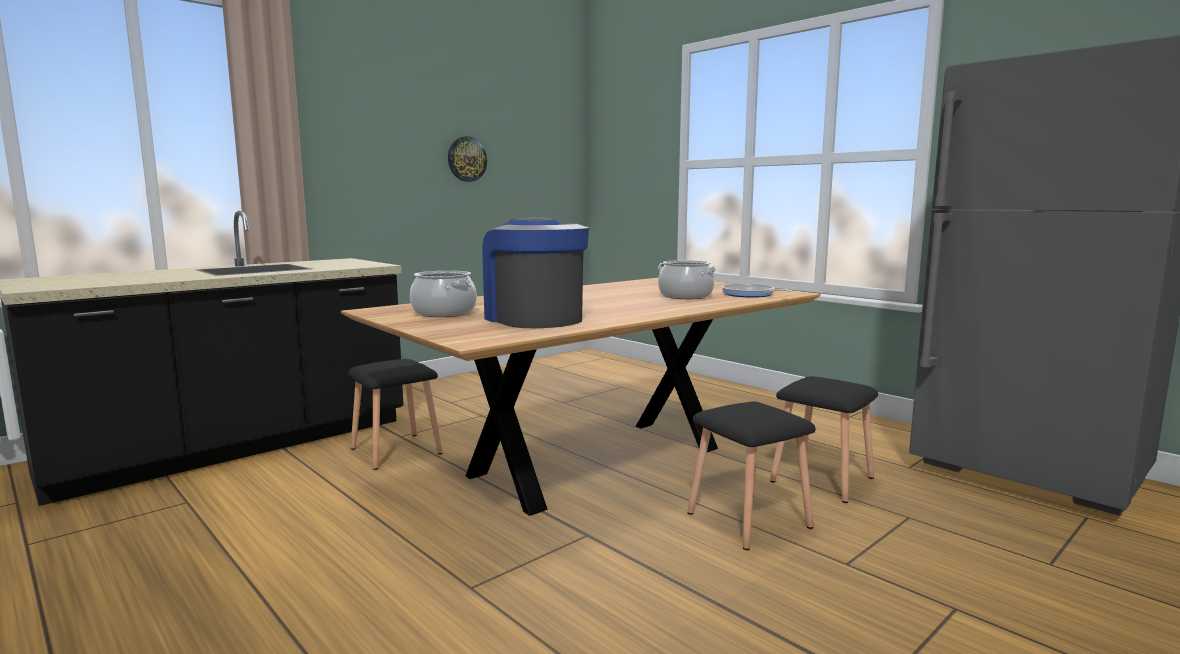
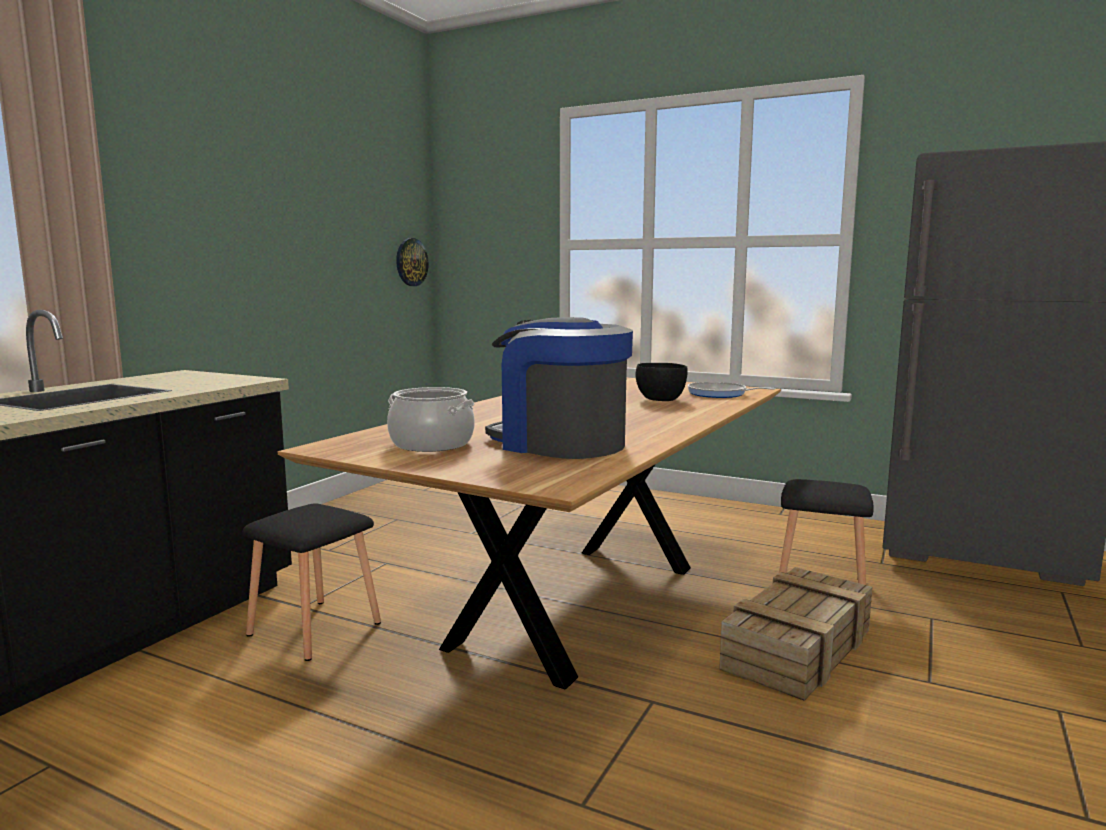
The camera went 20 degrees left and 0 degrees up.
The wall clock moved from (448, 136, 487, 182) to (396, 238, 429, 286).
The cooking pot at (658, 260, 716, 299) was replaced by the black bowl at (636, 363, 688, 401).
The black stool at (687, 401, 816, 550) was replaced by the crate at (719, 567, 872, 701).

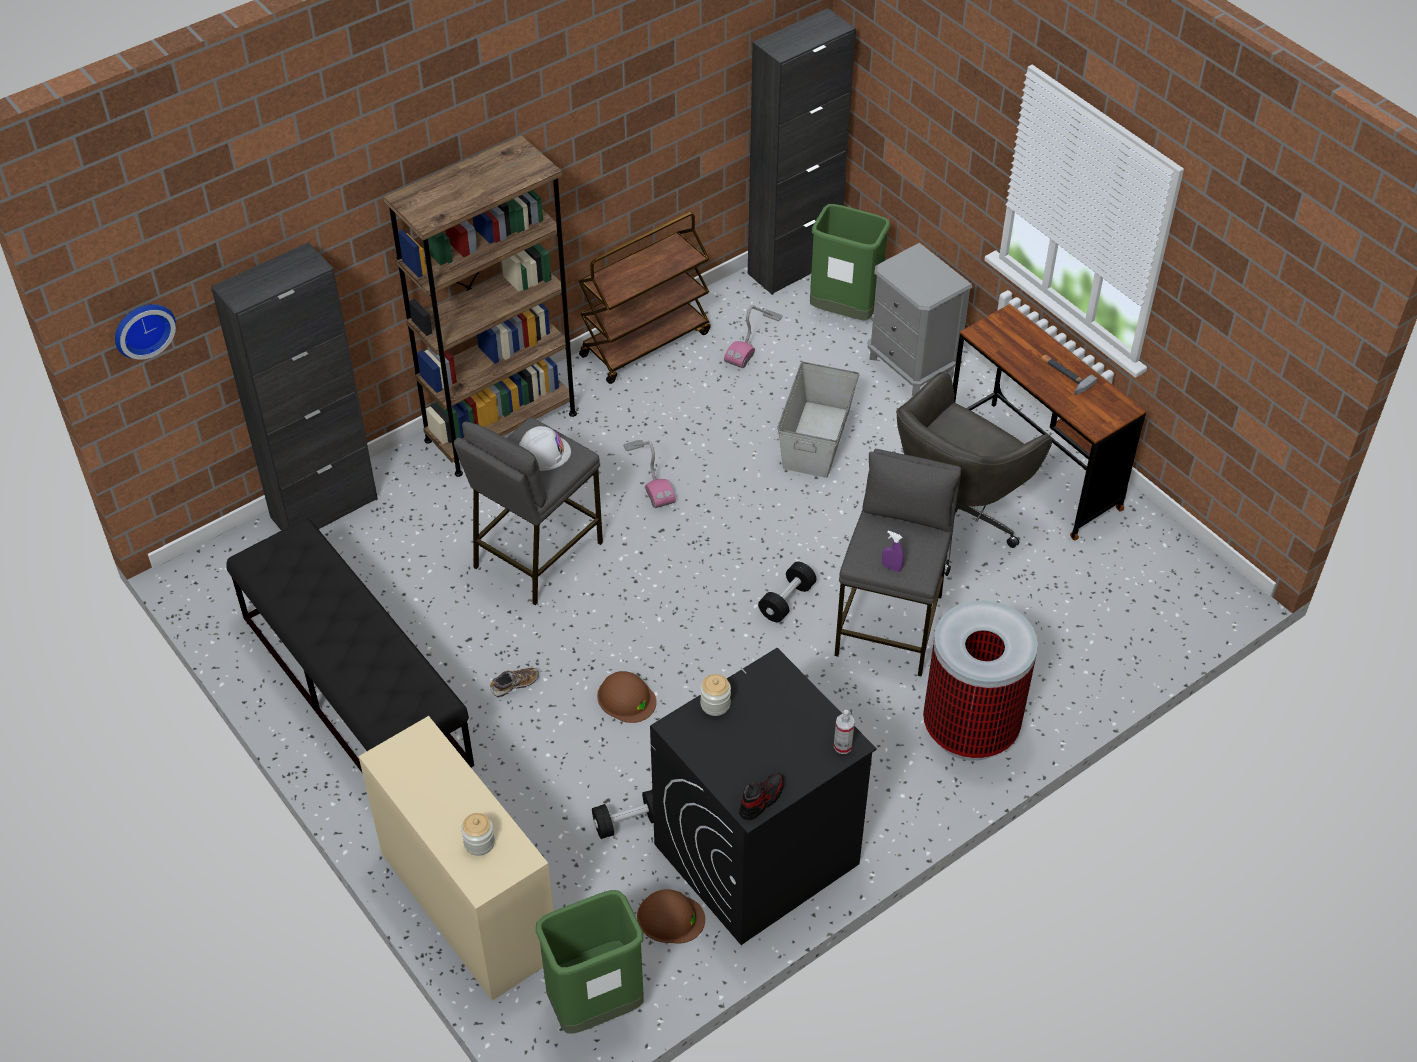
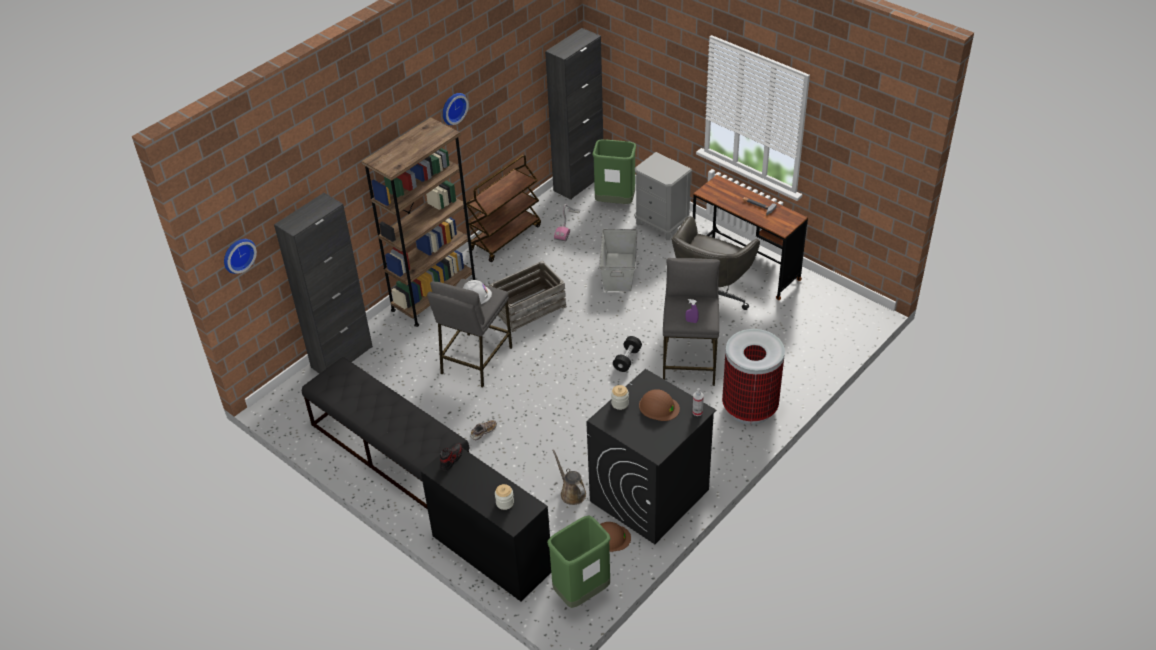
The camera went 10 degrees left and 5 degrees down.
The wall clock at (443, 93, 469, 125) appeared.
The brown hard hat moved from (597, 671, 657, 723) to (639, 389, 680, 421).
The shoe moved from (739, 773, 784, 821) to (440, 443, 463, 471).
The black dumbbell at (592, 790, 654, 839) was replaced by the brown watering can at (552, 449, 586, 505).
The vacuum cleaner at (624, 439, 676, 508) was replaced by the crate at (489, 261, 567, 332).
The beige desk at (358, 716, 554, 1001) became the black desk at (421, 443, 551, 601).

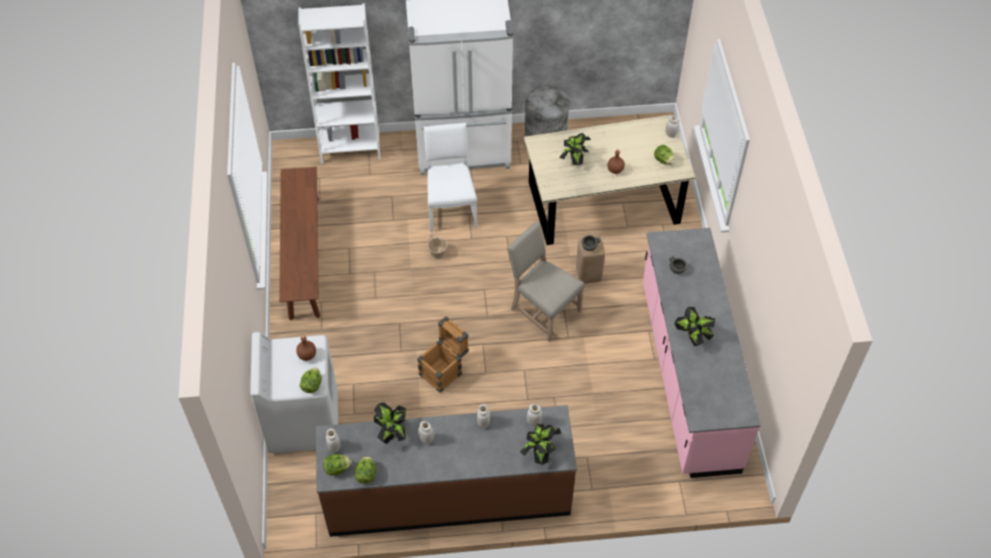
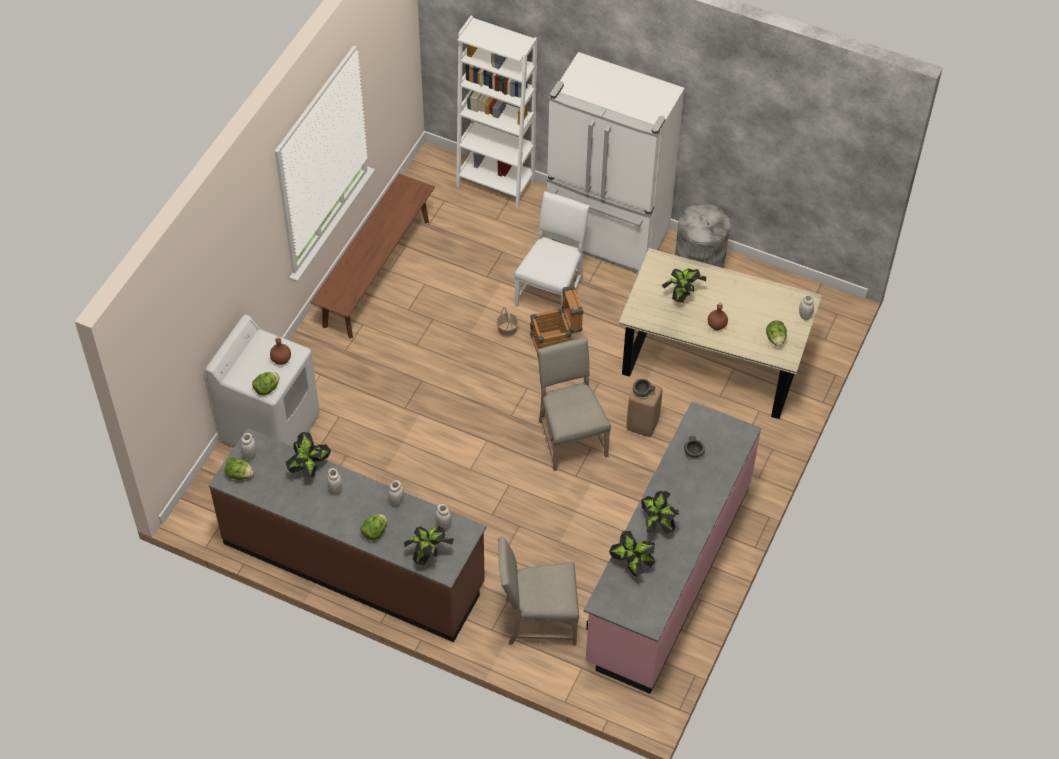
The camera went 30 degrees right and 0 degrees up.
The beige chair at (498, 537, 579, 646) appeared.
The potted plant at (609, 531, 656, 577) appeared.
The lettuce moved from (355, 456, 376, 484) to (360, 514, 387, 540).
The crate moved from (417, 316, 469, 393) to (530, 285, 583, 357).

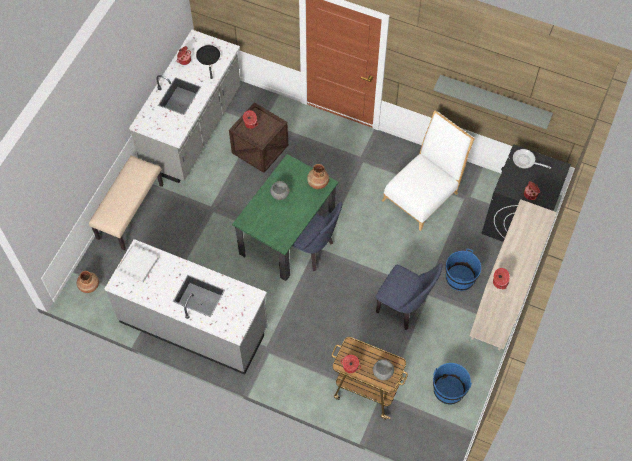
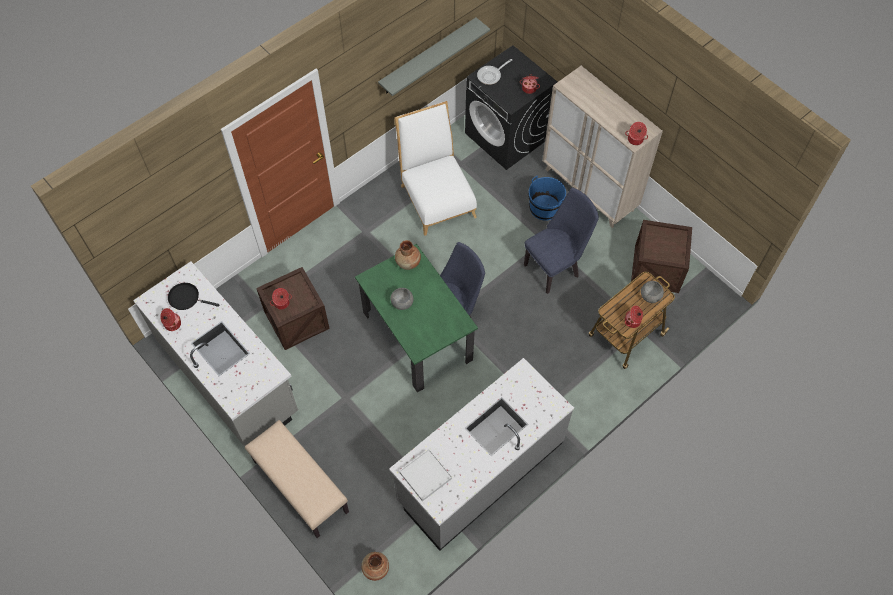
The camera went 65 degrees left and 0 degrees up.
The blue bucket at (433, 363, 472, 404) was replaced by the crate at (631, 220, 692, 293).

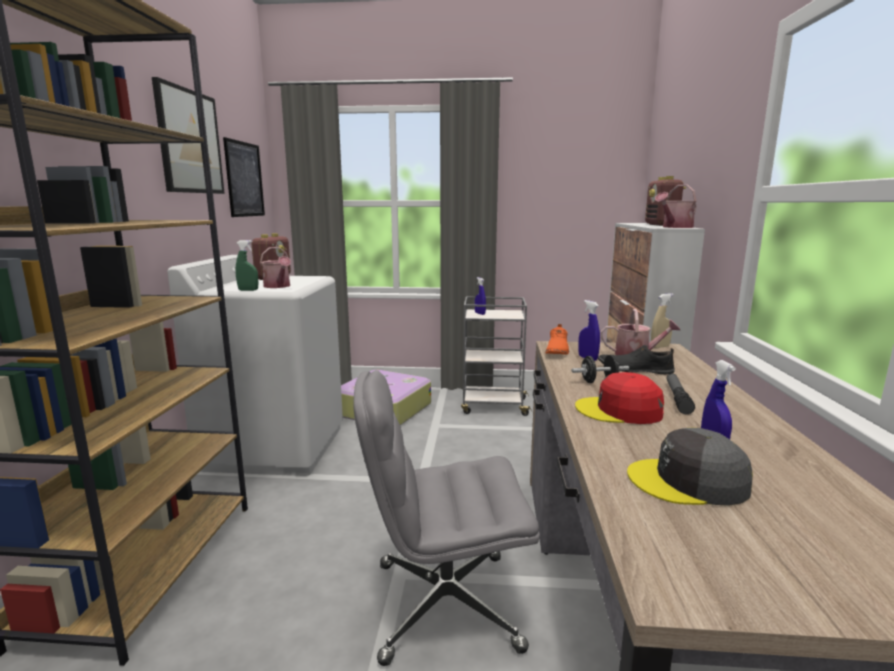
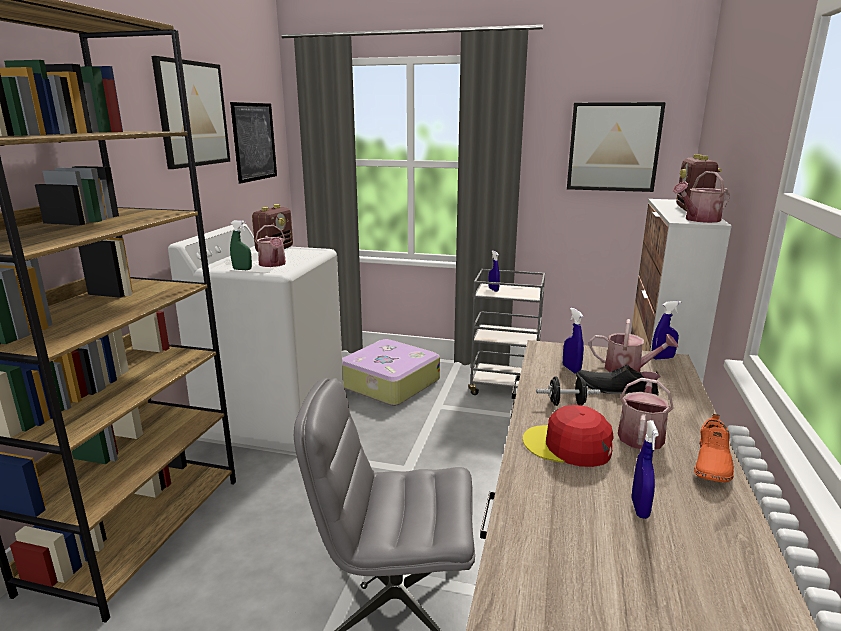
The camera went 10 degrees right and 5 degrees up.
The grey cap at (627, 428, 753, 506) disappeared.
The picture at (567, 102, 666, 192) appeared.
The orange shoe moved from (545, 324, 569, 355) to (694, 414, 734, 482).
The flashlight at (666, 373, 695, 414) was replaced by the watering can at (618, 371, 673, 450).
The beige spray bottle at (651, 293, 674, 348) became the blue spray bottle at (652, 301, 681, 359).

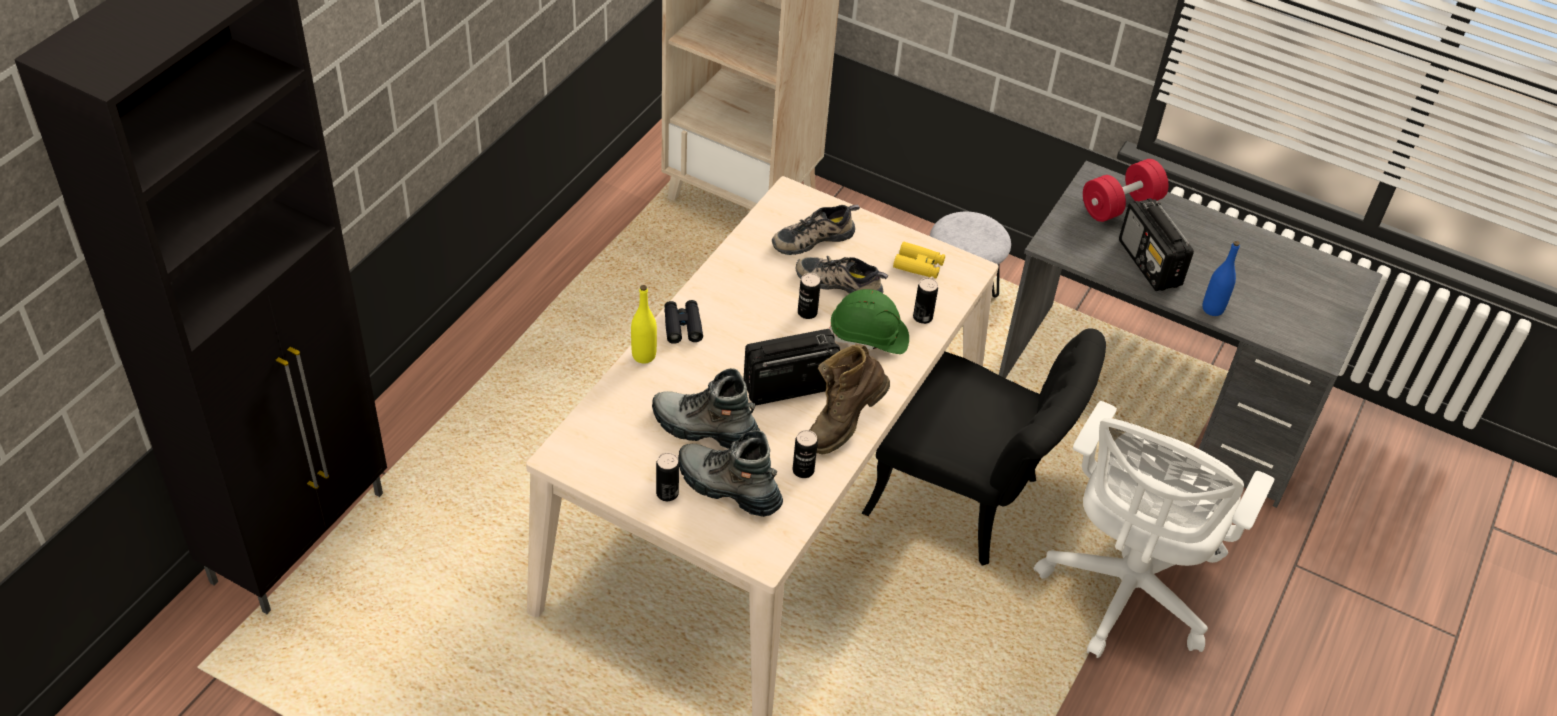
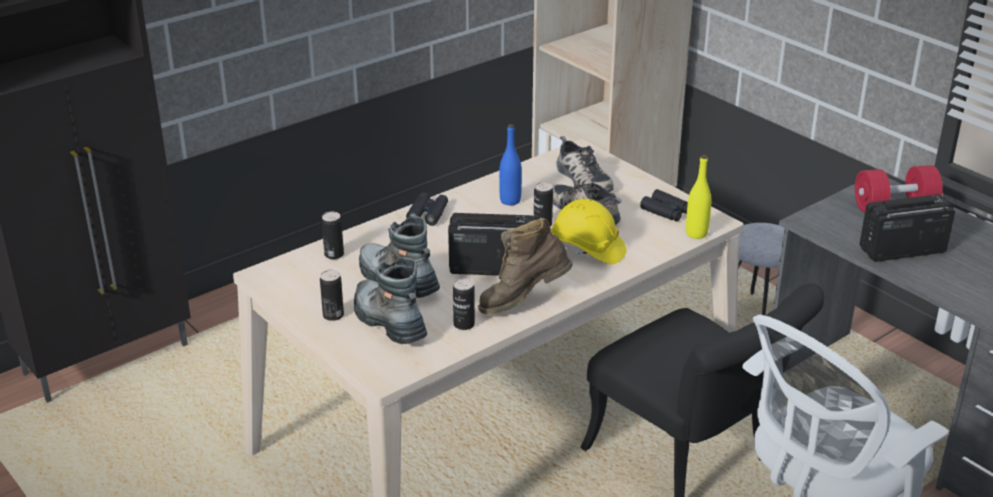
The camera went 25 degrees right and 15 degrees down.
The yellow bottle moved from (631, 285, 657, 364) to (686, 155, 711, 239).
The can moved from (913, 278, 938, 324) to (321, 212, 344, 259).
The blue bottle moved from (1202, 241, 1240, 316) to (499, 124, 522, 205).
The green hard hat at (829, 289, 909, 354) became the yellow hard hat at (551, 199, 627, 264).
The yellow binoculars at (893, 241, 945, 279) became the black binoculars at (640, 189, 688, 222).
The shoe at (772, 205, 860, 255) turned 120 degrees counterclockwise.
The radio at (1119, 198, 1194, 291) turned 75 degrees clockwise.

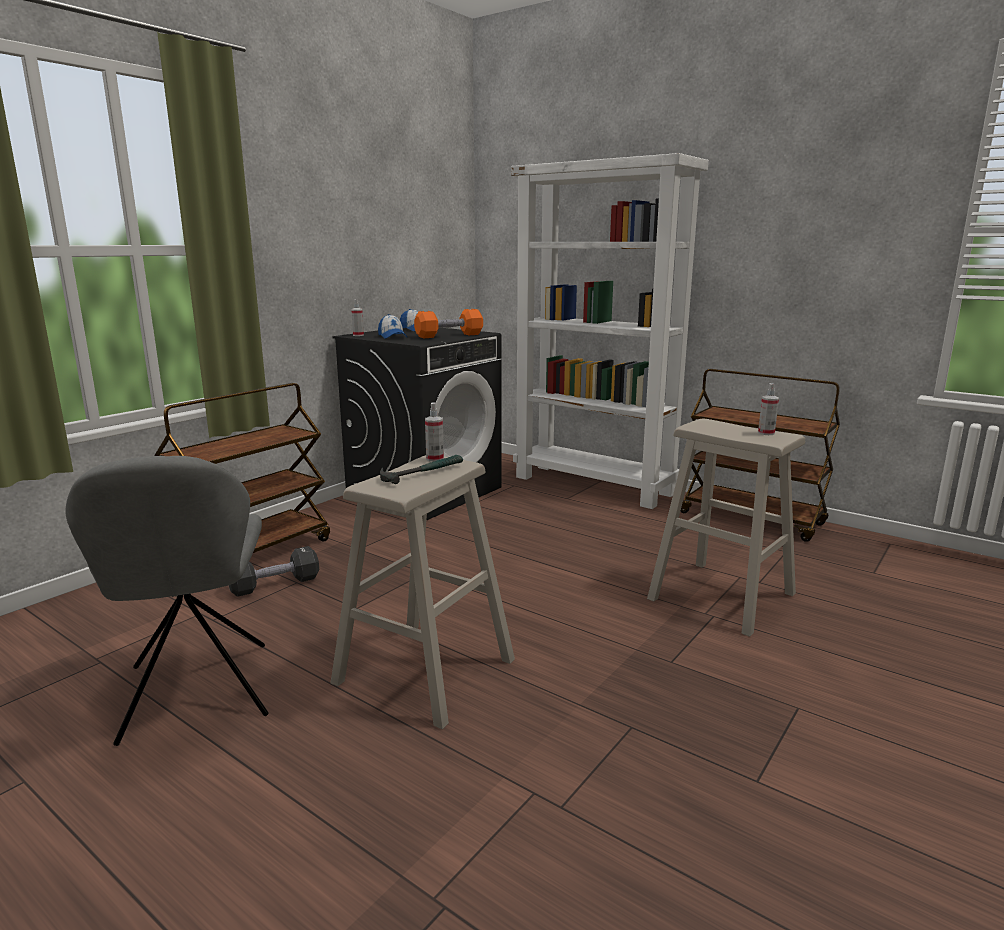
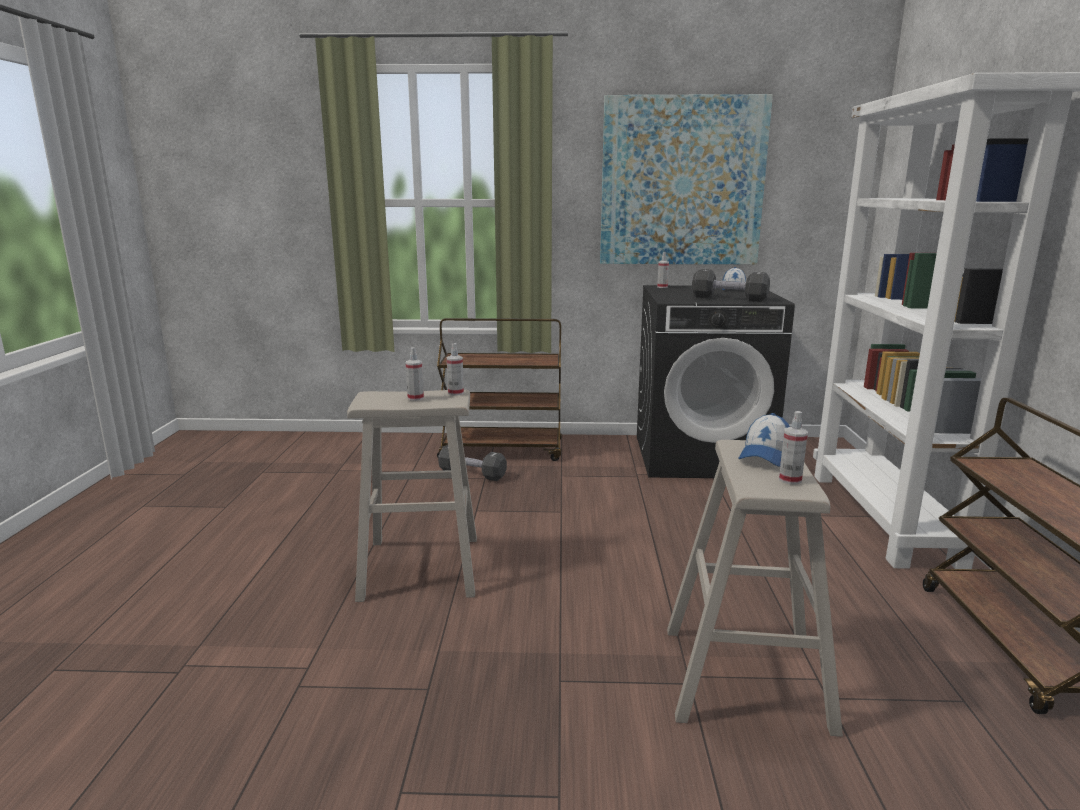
The camera went 55 degrees right and 0 degrees up.
The grey chair at (66, 456, 269, 746) disappeared.
The picture at (600, 94, 773, 264) appeared.
The cap moved from (378, 314, 407, 339) to (738, 413, 790, 467).
The hammer at (380, 455, 463, 484) was replaced by the spray bottle at (406, 348, 424, 401).
The orange dumbbell at (414, 309, 483, 338) became the black dumbbell at (692, 269, 770, 302).

